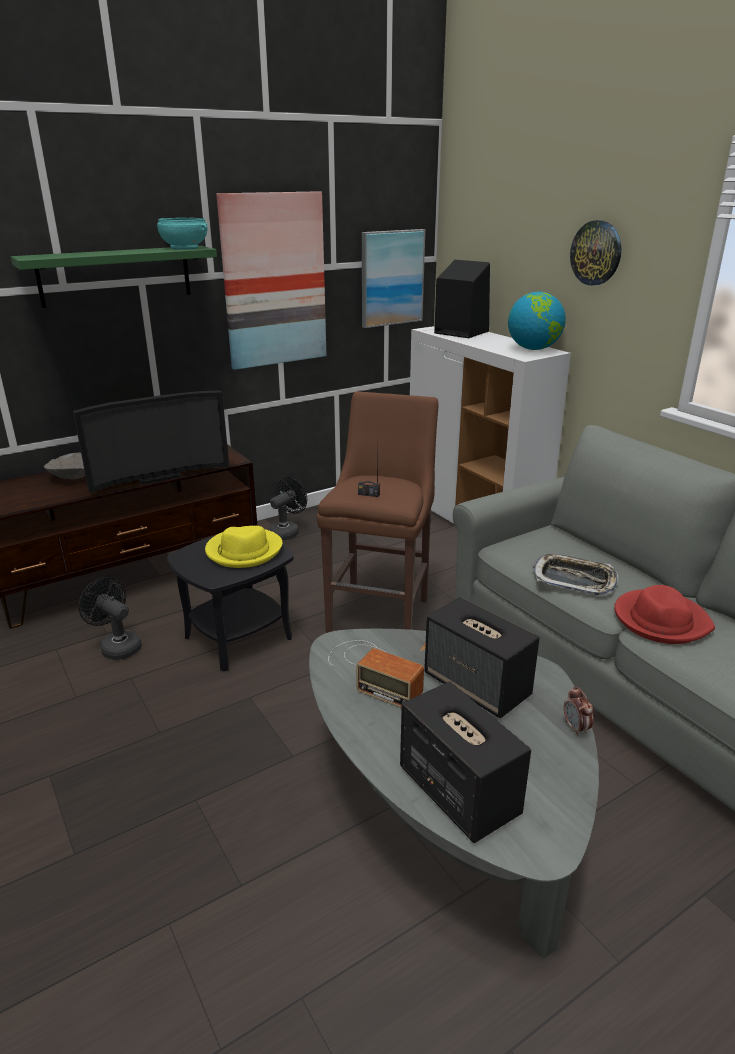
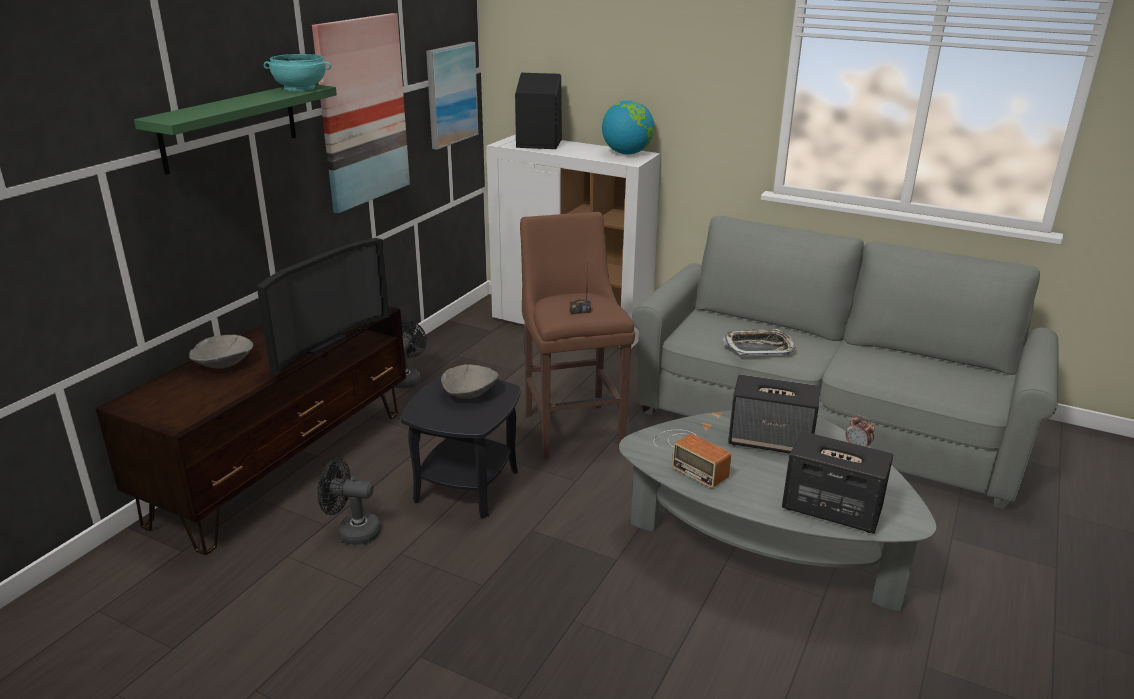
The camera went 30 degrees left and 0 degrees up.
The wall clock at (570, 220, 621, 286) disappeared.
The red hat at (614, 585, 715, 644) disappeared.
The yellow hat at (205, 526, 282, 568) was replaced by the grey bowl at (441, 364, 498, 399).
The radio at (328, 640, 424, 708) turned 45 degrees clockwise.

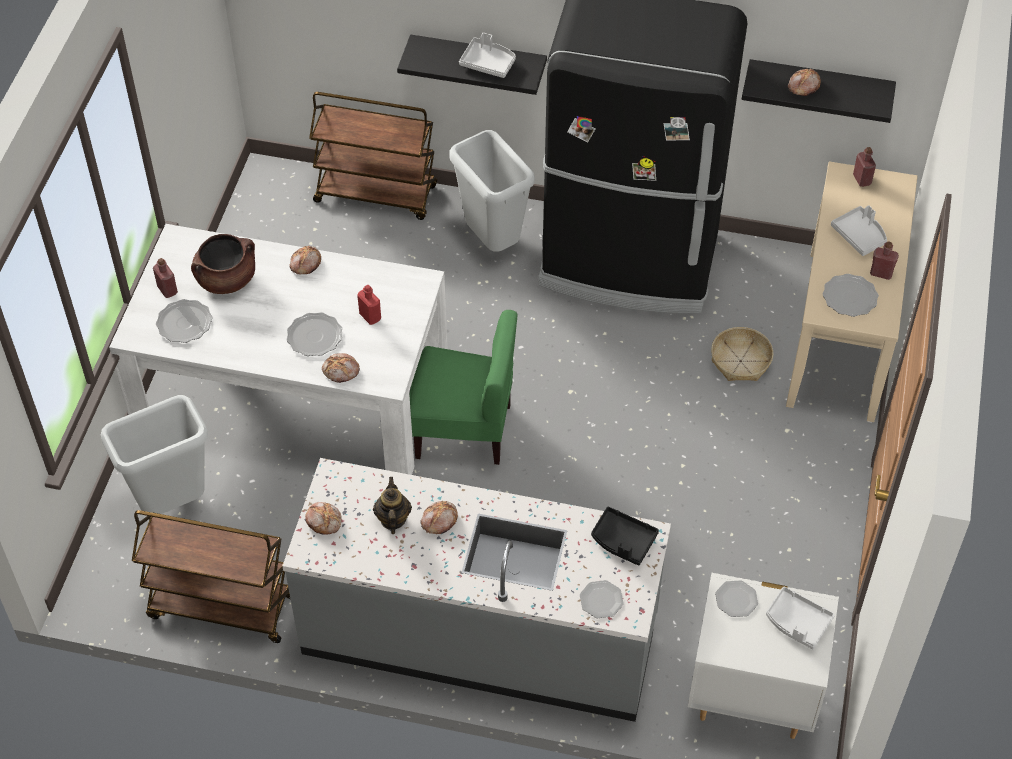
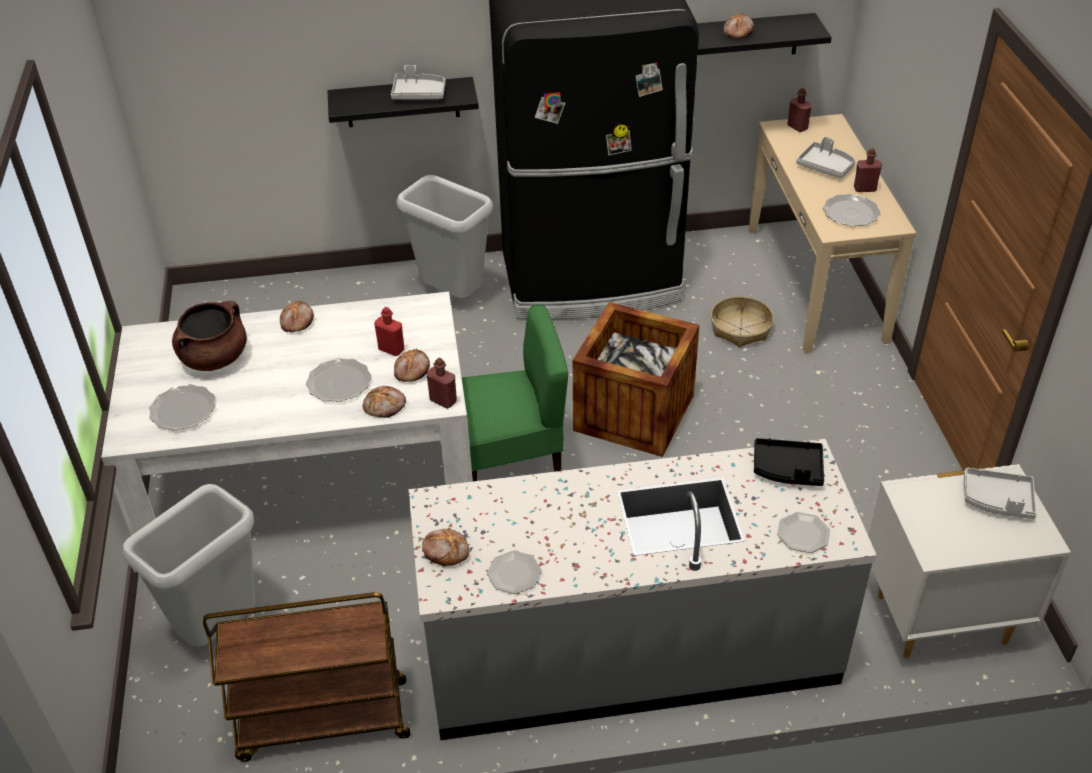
The camera went 20 degrees left and 10 degrees down.
The brown cart at (309, 92, 437, 220) disappeared.
The teapot at (373, 477, 412, 534) disappeared.
The crate at (573, 302, 700, 457) appeared.
The red bottle moved from (153, 258, 178, 298) to (426, 358, 457, 409).
The bread moved from (420, 501, 458, 534) to (394, 349, 430, 382).
The plate moved from (715, 580, 758, 617) to (487, 551, 542, 594).

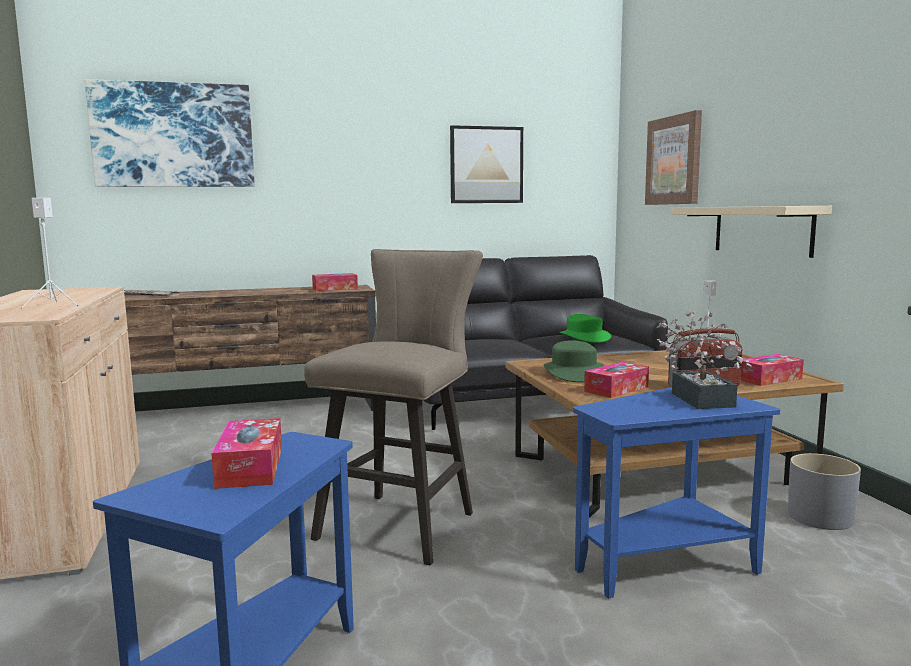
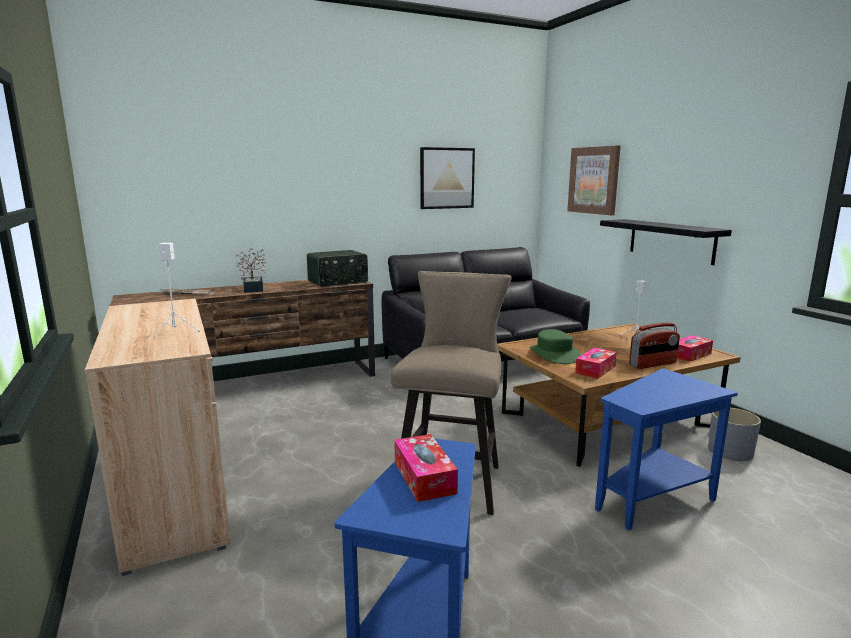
The camera went 10 degrees left and 5 degrees up.
The picture at (85, 79, 255, 187) disappeared.
The green hat at (559, 314, 611, 343) disappeared.
The potted plant moved from (656, 311, 752, 409) to (233, 248, 267, 293).
The tissue box at (312, 273, 358, 291) was replaced by the radio at (307, 250, 368, 287).
The beige shelf at (671, 206, 832, 258) became the black shelf at (600, 219, 732, 265).

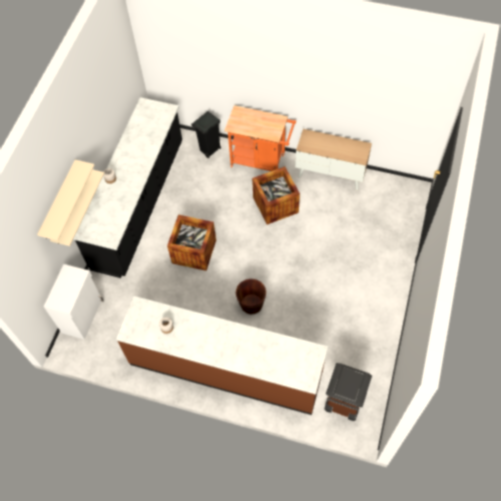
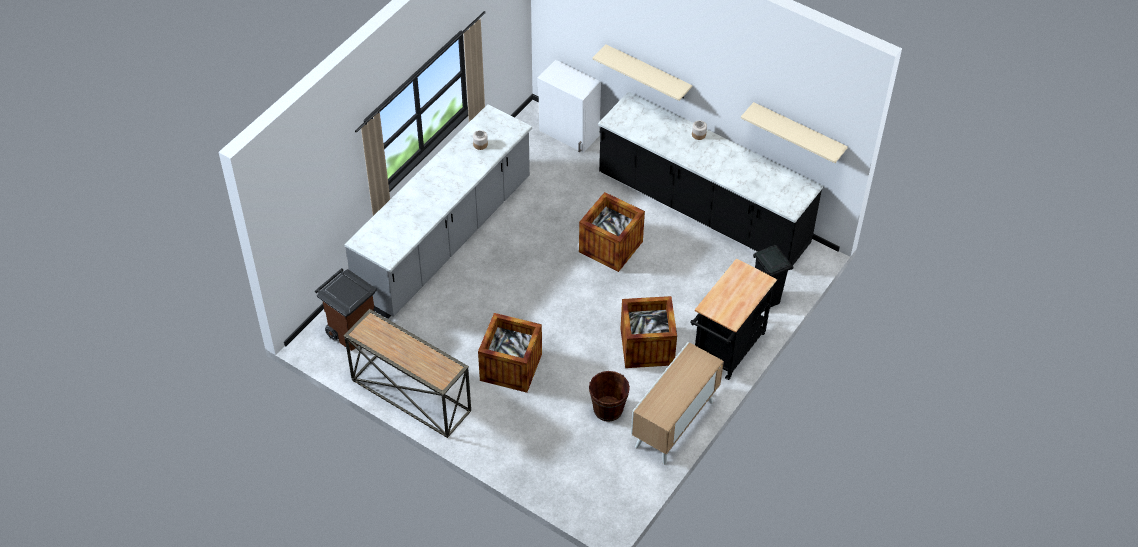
The camera went 105 degrees right and 10 degrees down.
The console table at (344, 309, 471, 438) appeared.
The crate at (478, 313, 542, 393) appeared.
The beige shelf moved from (37, 160, 95, 241) to (741, 102, 848, 163).
The brown bucket moved from (236, 279, 266, 314) to (589, 371, 630, 422).
The brown counter at (116, 296, 328, 415) became the grey counter at (344, 104, 532, 319).
The orange cart at (224, 105, 296, 171) became the black cart at (690, 258, 777, 380).

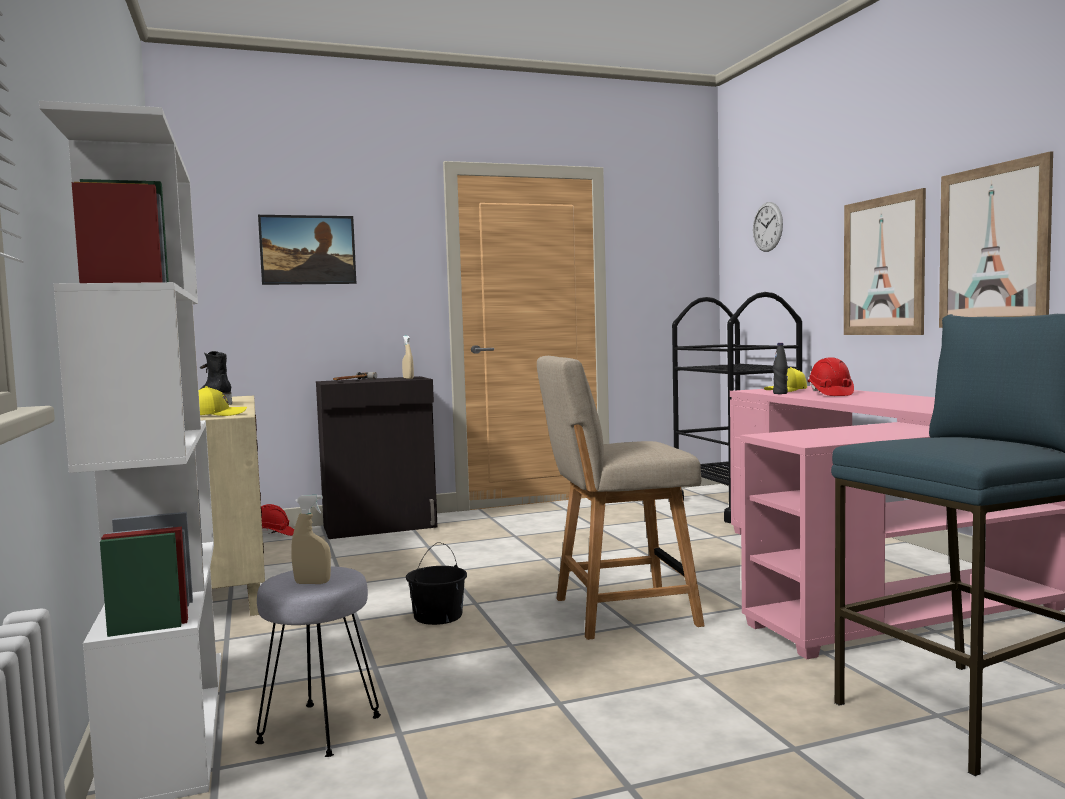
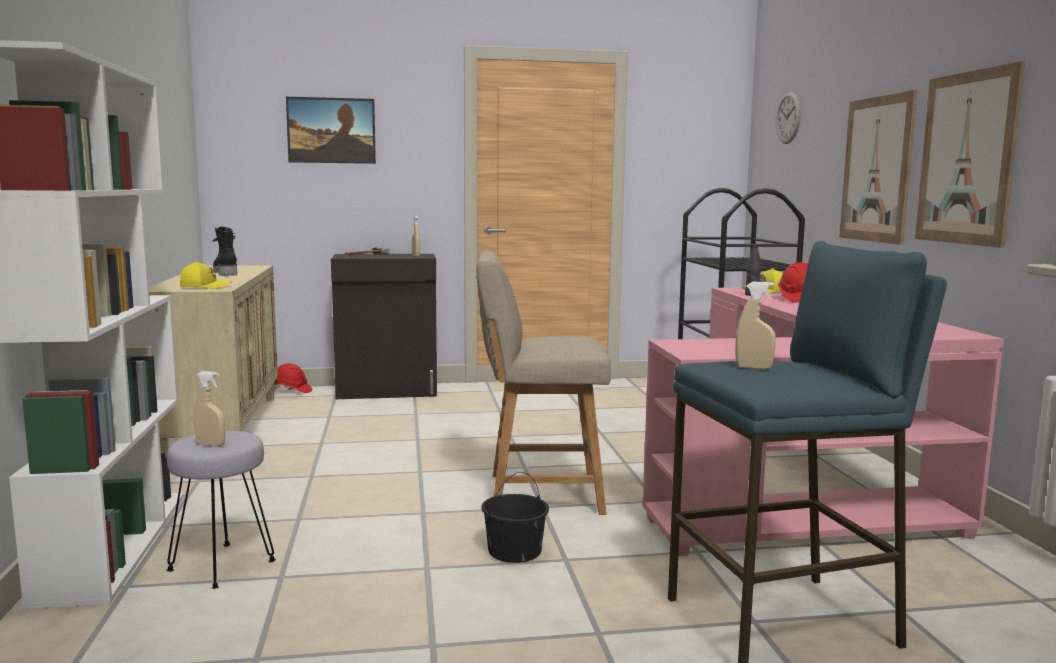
The camera went 10 degrees right and 5 degrees up.
The beige spray bottle at (735, 282, 776, 369) appeared.
The black bucket moved from (406, 543, 467, 625) to (481, 472, 549, 563).

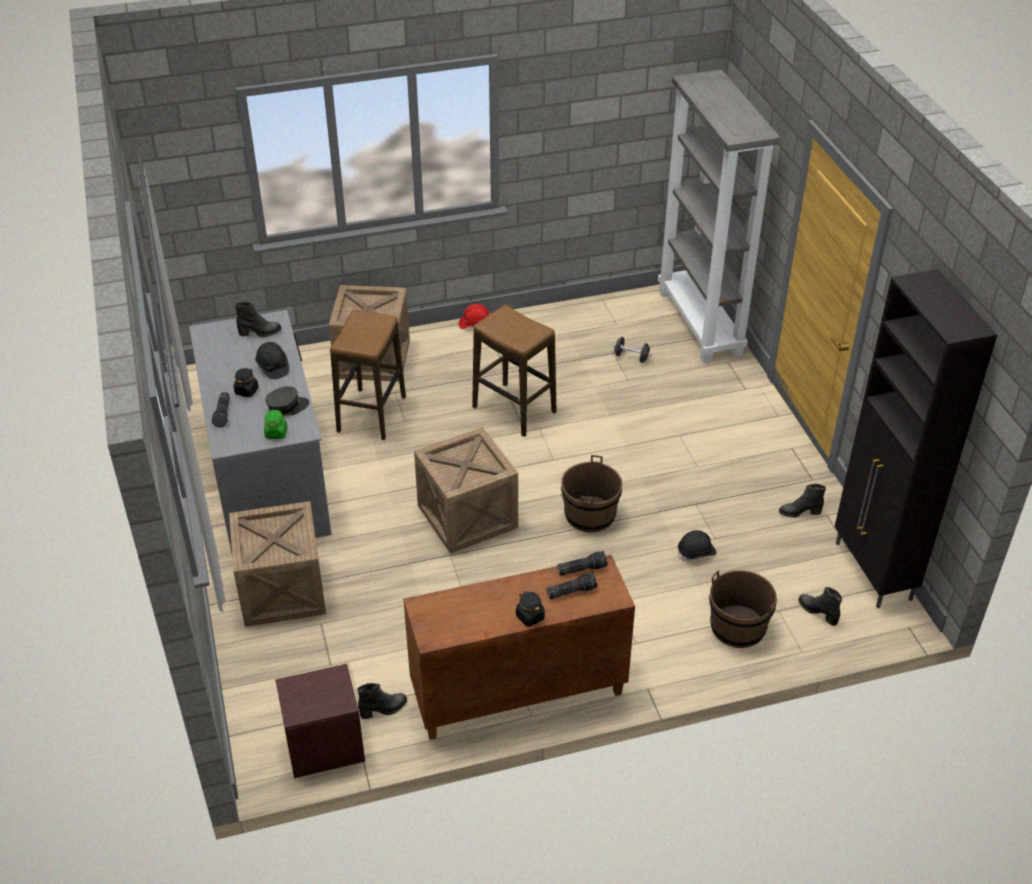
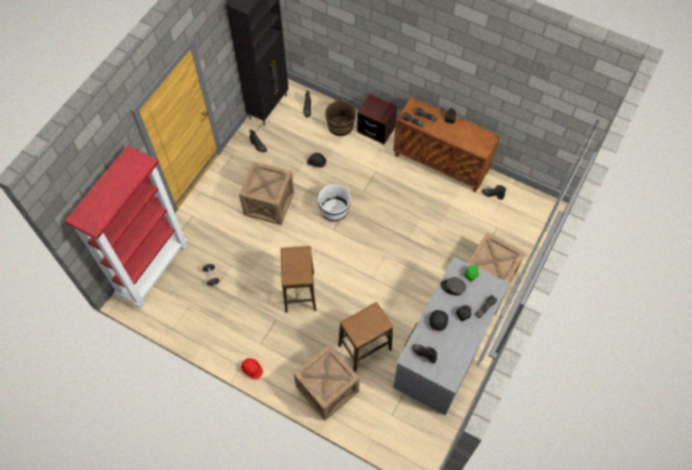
The camera went 135 degrees left and 20 degrees up.
The brown nightstand moved from (275, 664, 365, 778) to (357, 94, 397, 144).
The crate moved from (414, 427, 518, 554) to (239, 161, 294, 225).
The brown bucket at (561, 455, 622, 533) became the white bucket at (318, 185, 351, 222).
The grey bookcase at (658, 70, 780, 363) became the red bookcase at (65, 145, 188, 308).

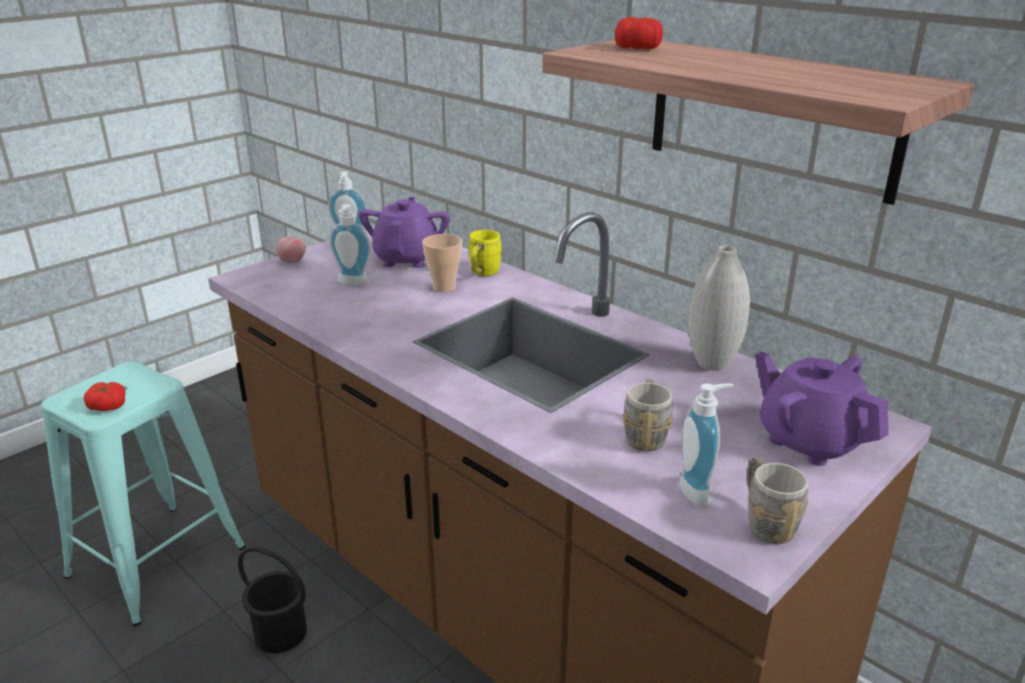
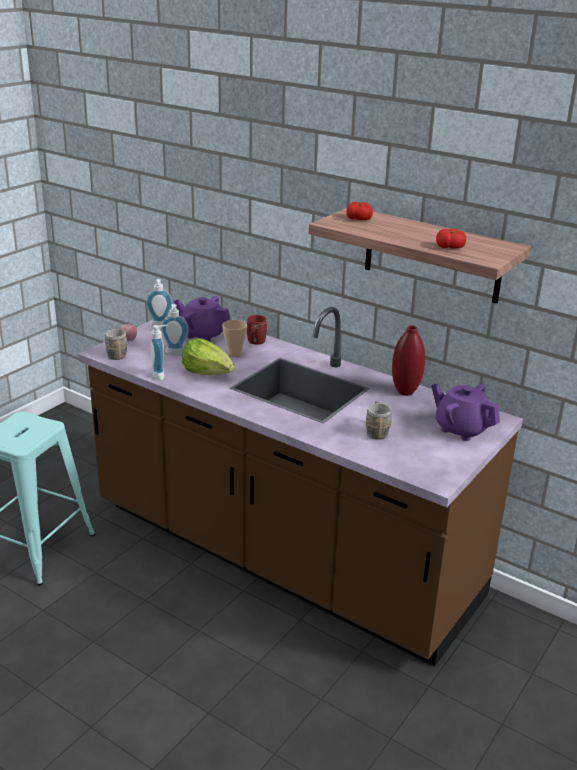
The camera went 10 degrees left and 0 degrees up.
The black bucket at (238, 547, 307, 653) disappeared.
The lettuce at (182, 338, 235, 375) appeared.
The tomato moved from (84, 382, 126, 411) to (436, 229, 466, 249).
The soap dispenser moved from (680, 384, 734, 507) to (150, 325, 168, 380).
The grey mug moved from (747, 457, 808, 544) to (105, 329, 128, 360).
The yellow mug at (469, 230, 502, 276) became the red mug at (247, 315, 268, 345).
The white vase at (689, 245, 750, 371) became the red vase at (392, 326, 425, 396).
The purple teapot at (358, 197, 450, 268) turned 60 degrees counterclockwise.

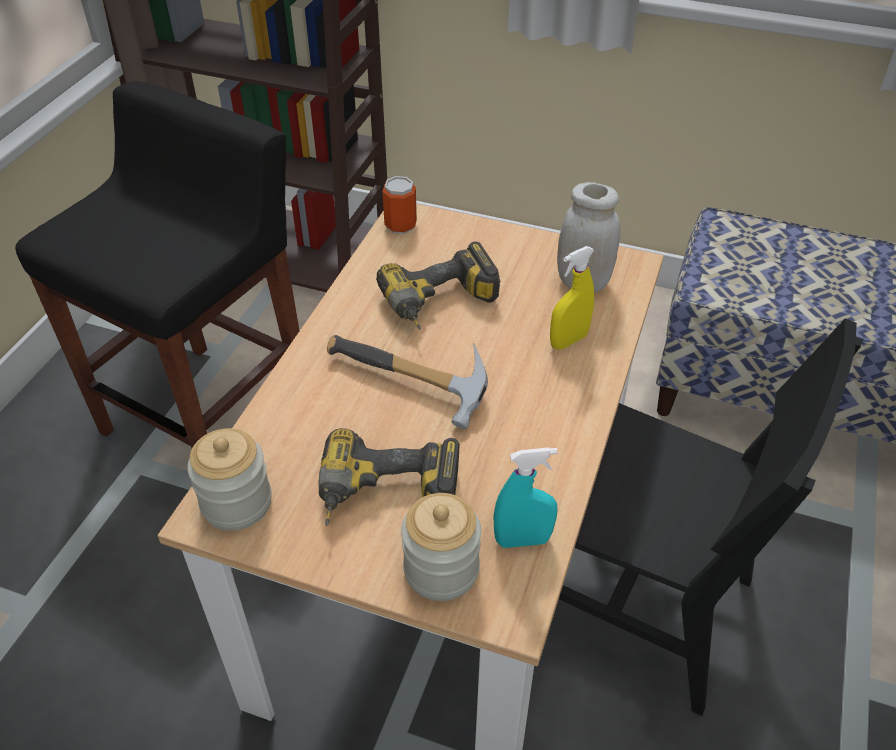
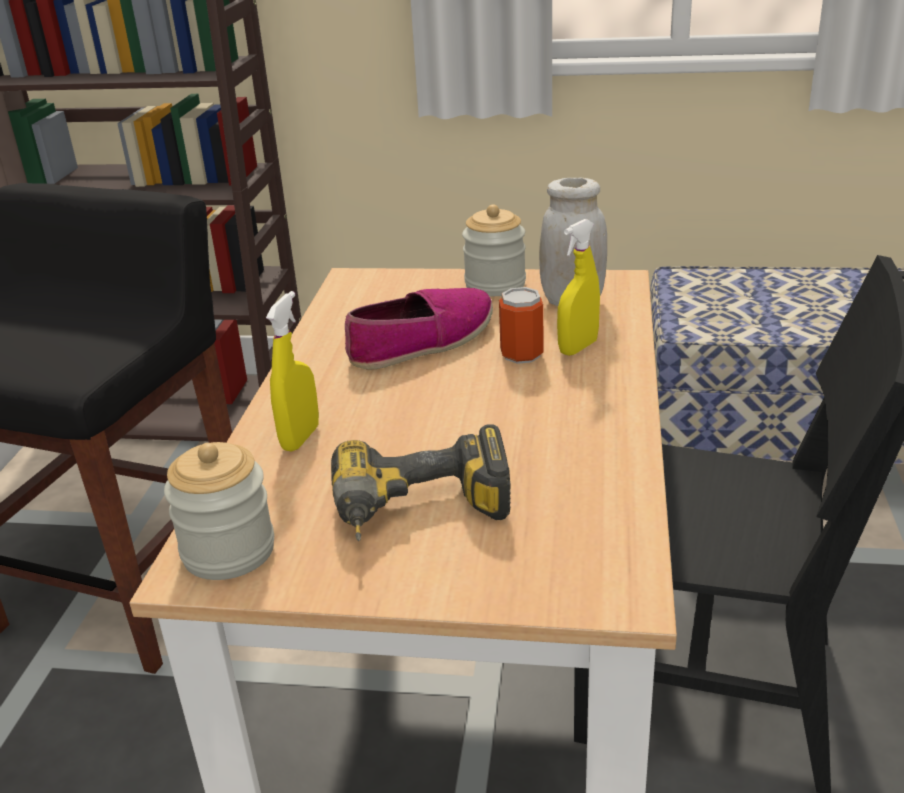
The camera went 10 degrees left and 15 degrees down.
The hammer at (327, 335, 488, 429) disappeared.
The turquoise spray bottle at (493, 447, 558, 548) disappeared.
The yellow spray bottle at (266, 291, 319, 452) appeared.
The can moved from (382, 176, 417, 234) to (499, 287, 544, 364).
The jar moved from (401, 493, 481, 601) to (462, 204, 526, 296).
The power drill at (376, 241, 500, 330) was replaced by the shoe at (345, 288, 493, 369).

